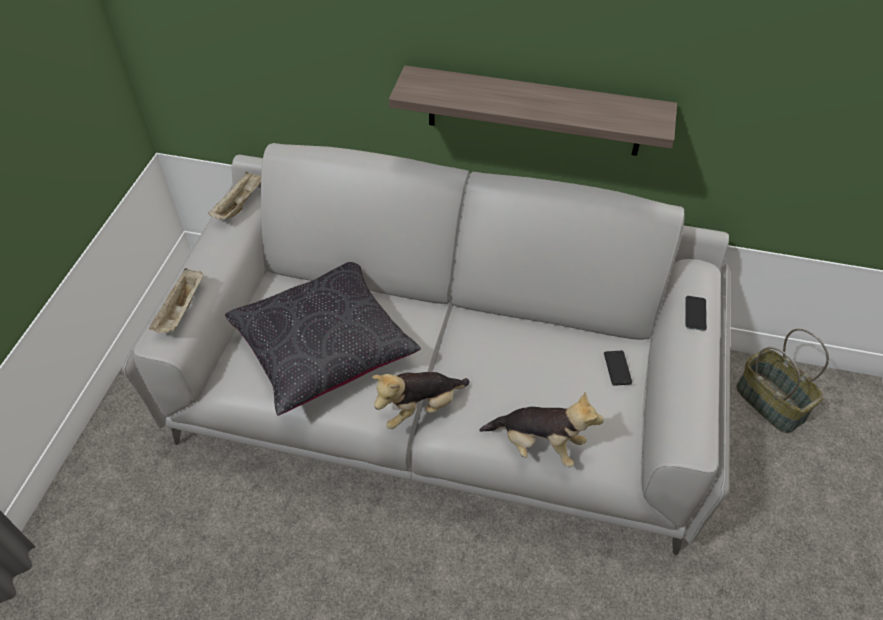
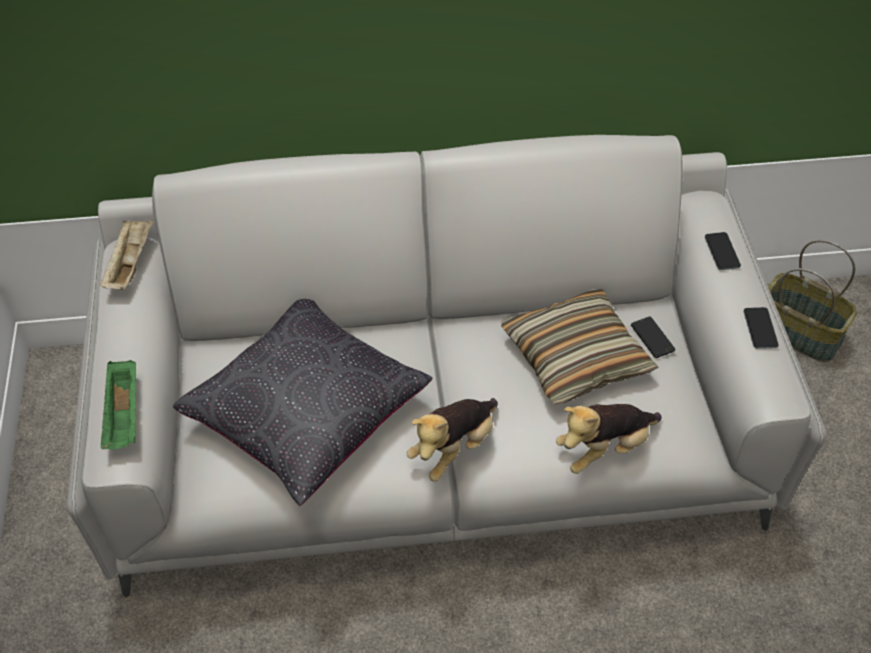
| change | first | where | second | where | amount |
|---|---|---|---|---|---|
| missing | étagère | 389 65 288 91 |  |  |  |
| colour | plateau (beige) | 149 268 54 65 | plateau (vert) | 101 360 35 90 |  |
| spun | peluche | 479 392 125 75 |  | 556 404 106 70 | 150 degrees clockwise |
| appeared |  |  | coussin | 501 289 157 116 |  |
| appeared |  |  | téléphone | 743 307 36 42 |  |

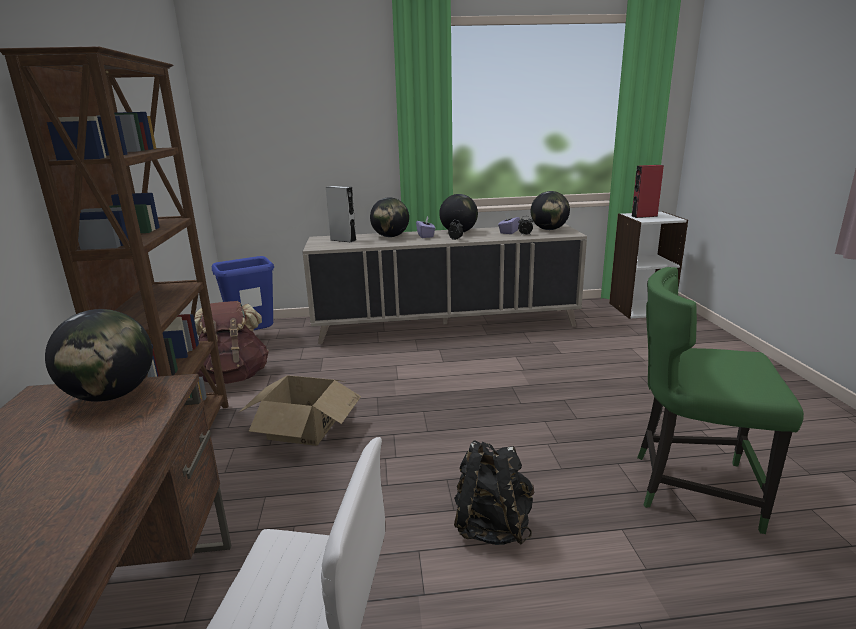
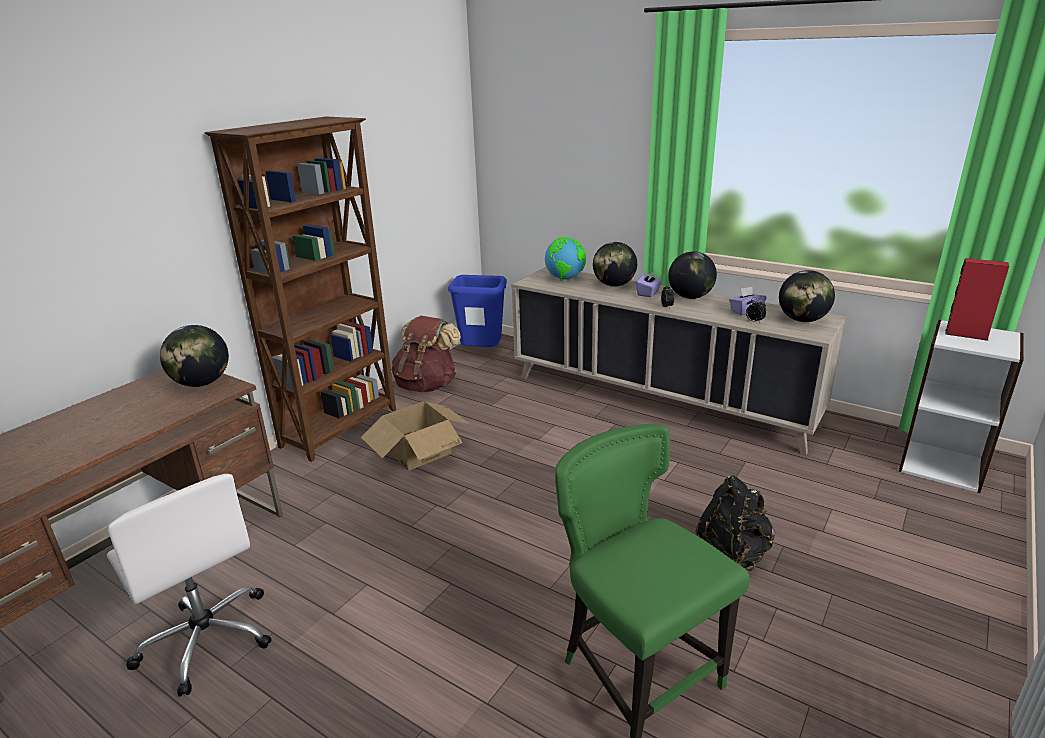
| change | first | where | second | where | amount |
|---|---|---|---|---|---|
| exchanged | enceinte (gris) | 326 186 30 57 | globe | 545 237 41 43 |  |
| relocated | sac à dos (noir) | 454 440 80 105 |  | 696 476 79 95 |  |

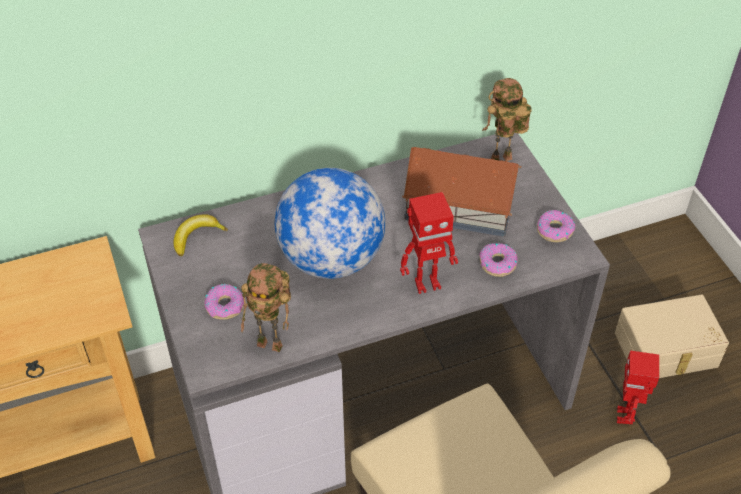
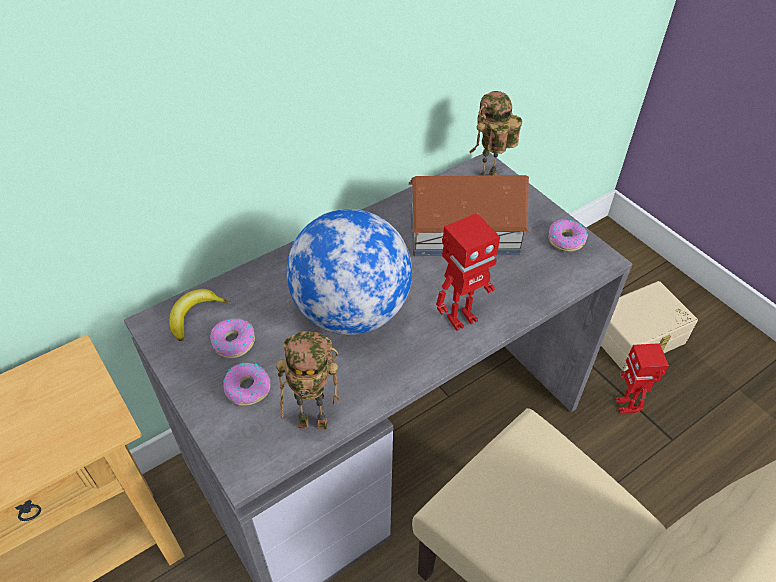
| change | first | where | second | where | amount |
|---|---|---|---|---|---|
| relocated | beignet | 479 243 38 34 |  | 210 319 45 39 |  |

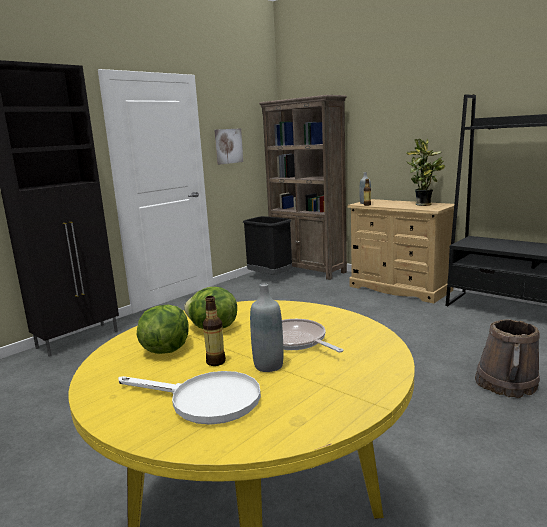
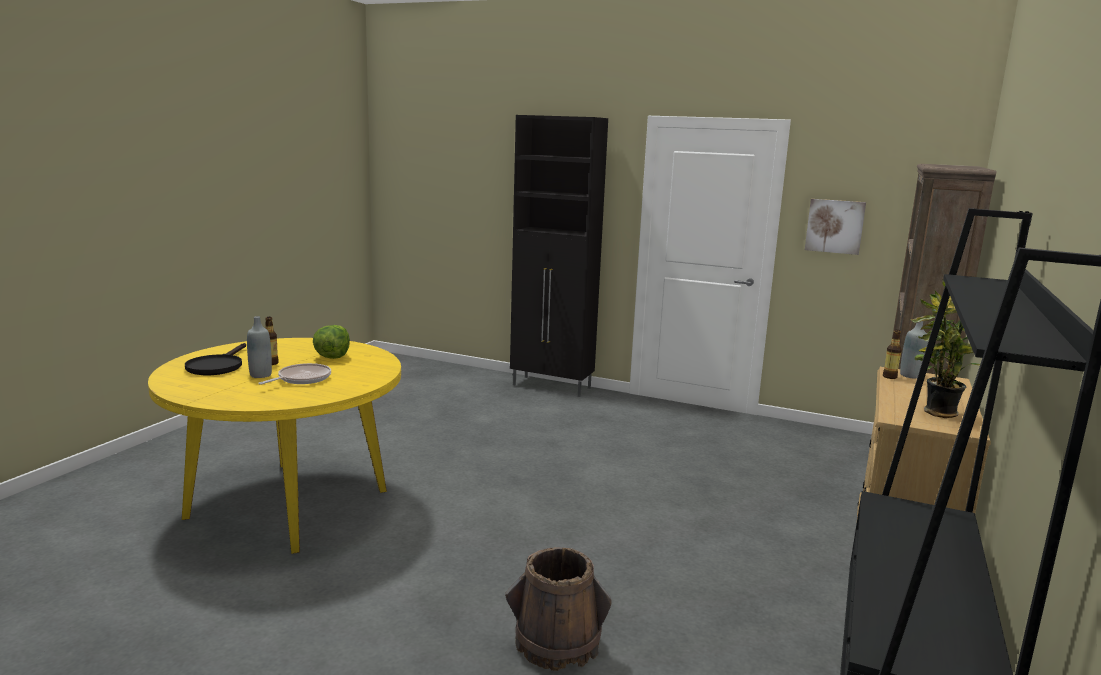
| change | first | where | second | where | amount |
|---|---|---|---|---|---|
| missing | poubelle (noir) | 243 216 49 59 |  |  |  |
| missing | laitue | 137 305 52 49 |  |  |  |
| colour | poêle (blanc) | 118 371 143 54 | poêle (noir) | 185 343 61 32 |  |

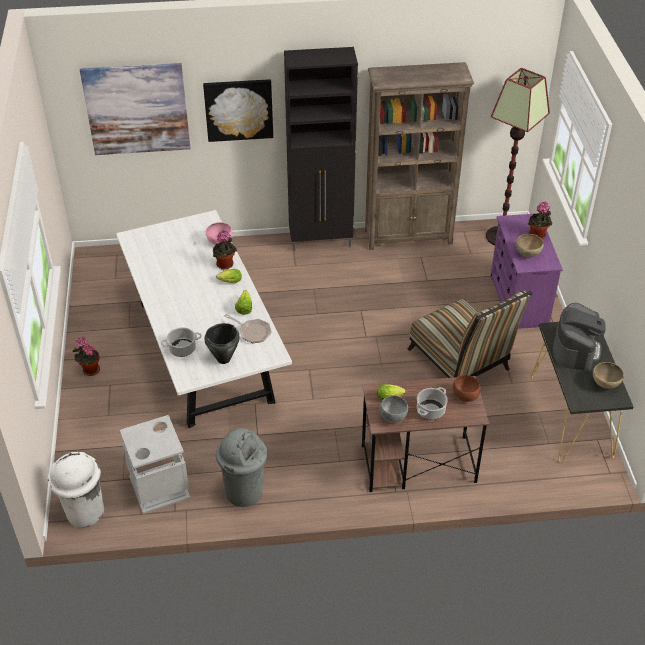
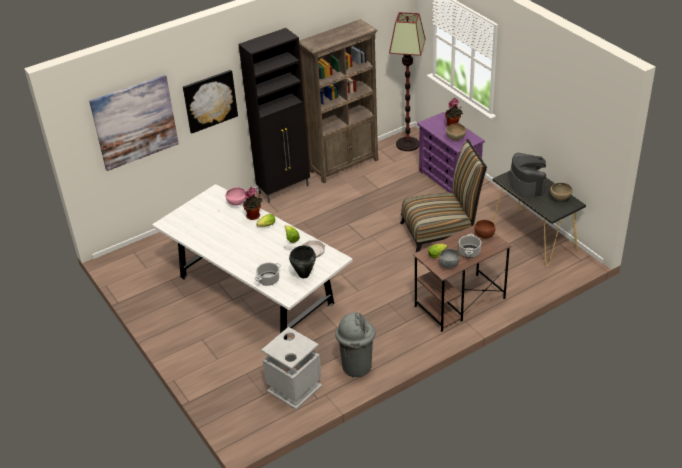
| change | first | where | second | where | amount |
|---|---|---|---|---|---|
| spun | chaise | 408 290 125 88 |  | 400 139 87 113 | 45 degrees counterclockwise |
| missing | plante en pot | 72 337 28 39 |  |  |  |
| missing | poubelle (blanc) | 47 452 57 76 |  |  |  |

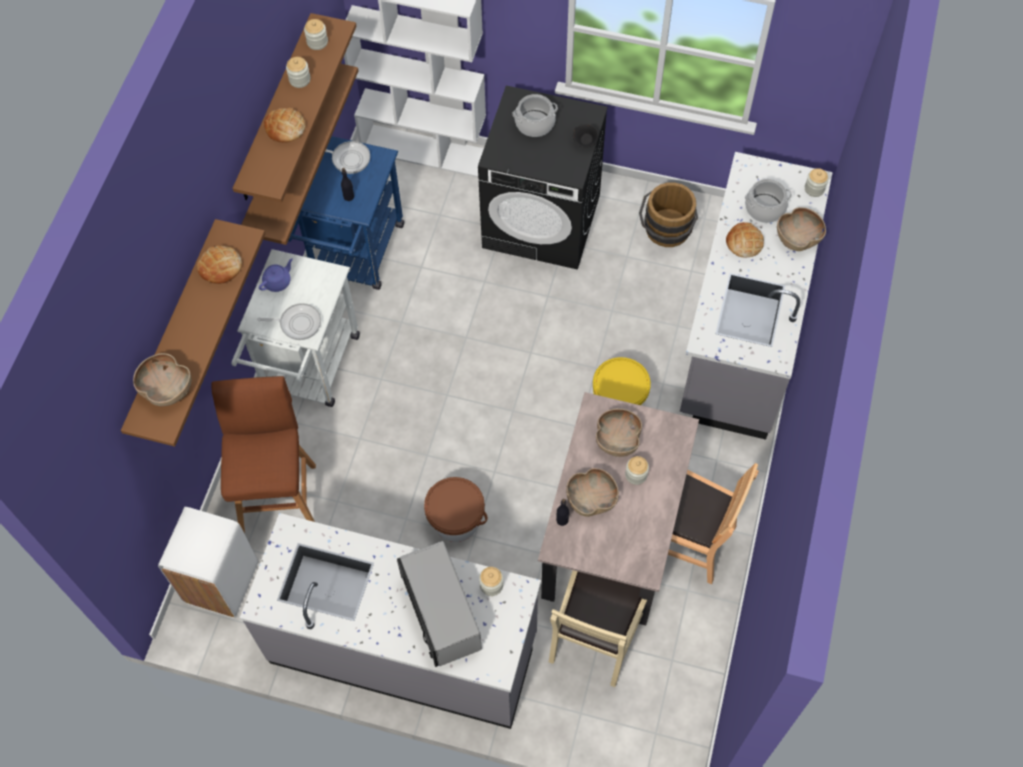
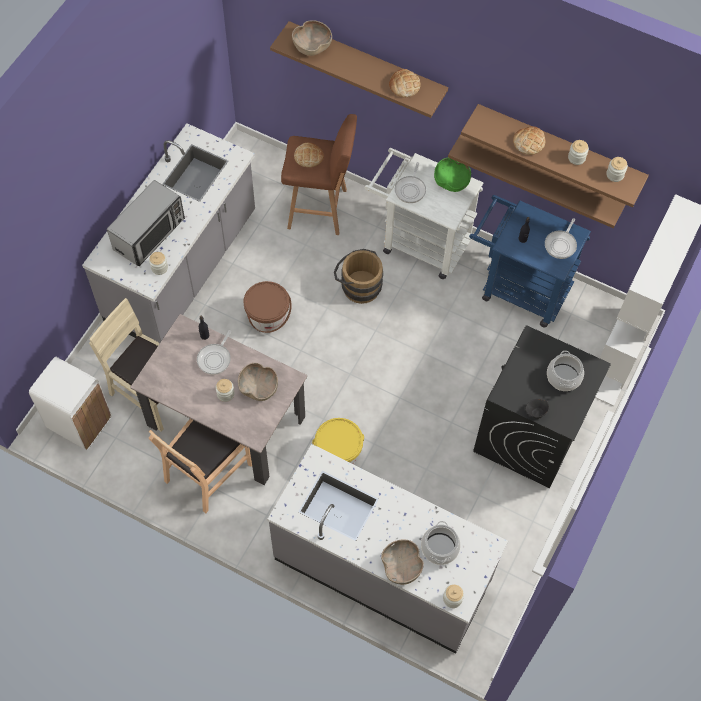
| change | first | where | second | where | amount |
|---|---|---|---|---|---|
| relocated | seau (marron) | 639 182 59 65 |  | 334 249 49 55 |  |
| relocated | pain | 726 222 38 35 |  | 294 142 30 25 |  |
| exchanged | théière (violet) | 259 258 34 34 | bol (vert) | 434 158 37 34 |  |
| exchanged | bol (marron) | 566 468 53 49 | poêle | 197 330 34 45 |  |
| relocated | poubelle (blanc) | 158 507 100 111 |  | 29 357 82 93 |  |
| spun | micro-ondes | 397 541 85 126 |  | 107 180 78 86 | 135 degrees clockwise |

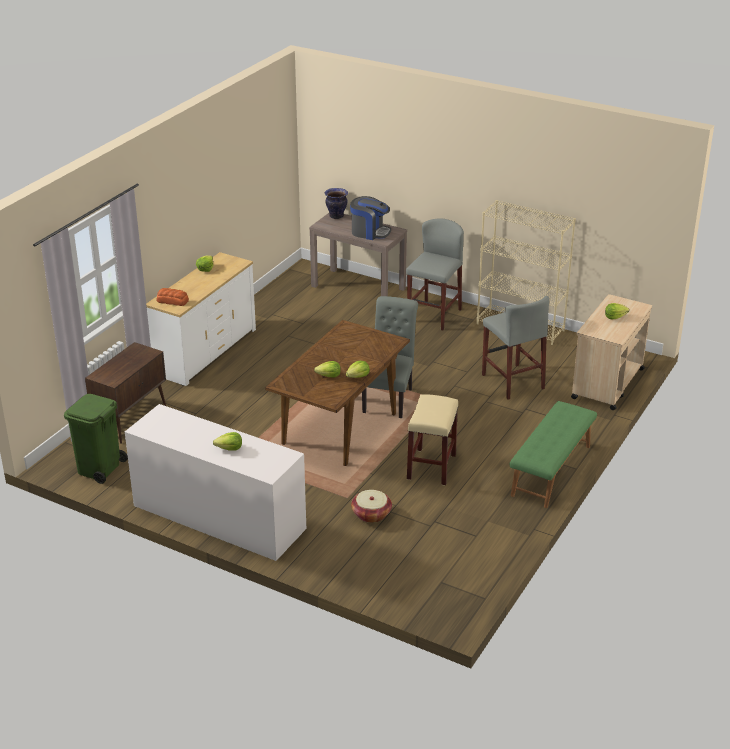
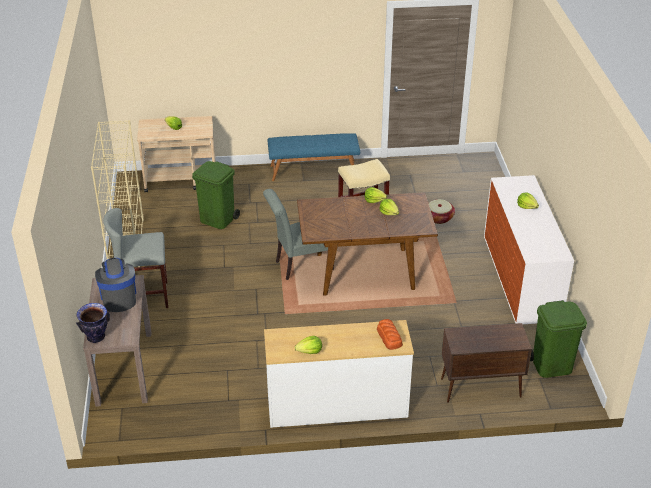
| change | first | where | second | where | amount |
|---|---|---|---|---|---|
| exchanged | tabouret (gris) | 482 296 67 104 | poubelle (vert) | 192 161 48 68 |  |
| colour | banc (vert) | 510 401 87 107 | banc (bleu) | 267 133 93 48 |  |

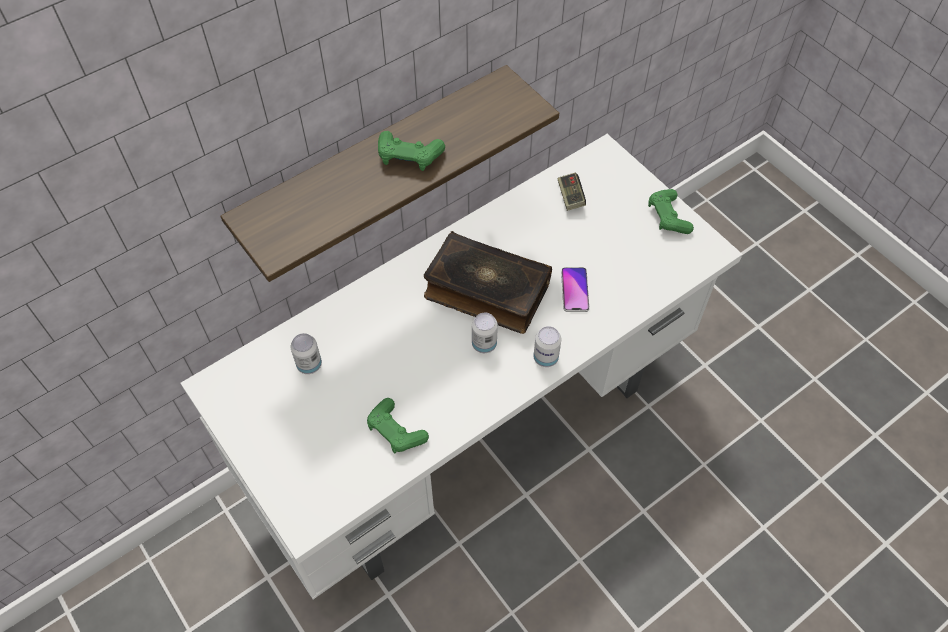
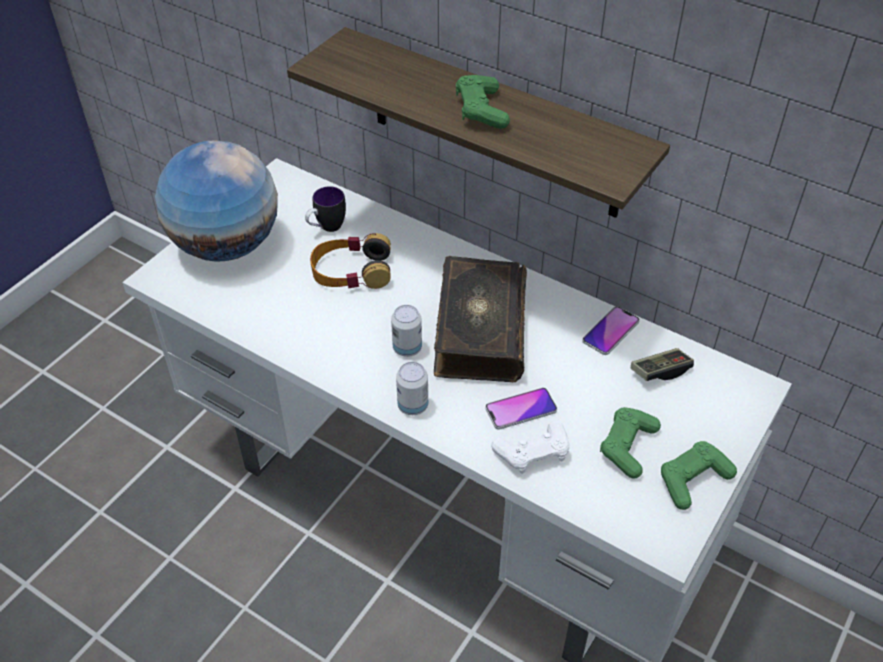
| change | first | where | second | where | amount |
|---|---|---|---|---|---|
| exchanged | boîte métallique | 291 333 31 41 | mug | 305 186 41 46 |  |
| relocated | manette (vert) | 367 398 62 55 |  | 600 407 61 71 |  |
| appeared |  |  | globe | 155 141 123 121 |  |
| appeared |  |  | casque audio | 310 233 81 56 |  |
| appeared |  |  | téléphone | 582 306 58 49 |  |
| appeared |  |  | manette (blanc) | 491 421 78 53 |  |

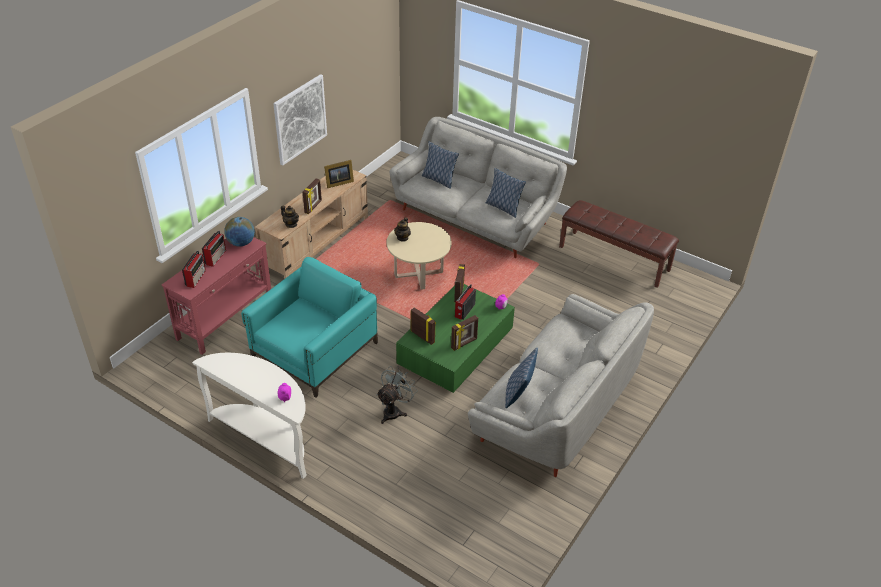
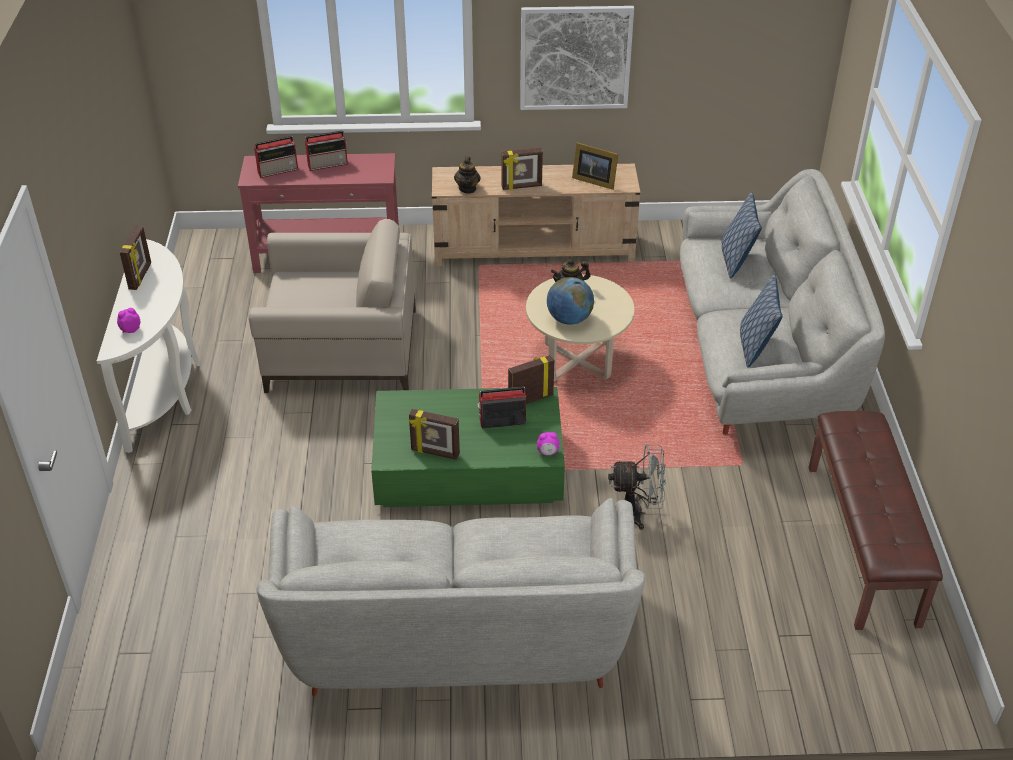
| change | first | where | second | where | amount |
|---|---|---|---|---|---|
| relocated | globe | 224 217 31 30 |  | 547 277 47 48 |  |
| colour | fauteuil (turquoise) | 241 257 137 140 | fauteuil (beige) | 249 219 167 174 |  |
| relocated | cadre photo | 411 307 25 38 |  | 120 226 31 64 |  |
| missing | coussin | 505 348 33 60 |  |  |  |
| relocated | ventilateur (gris) | 376 366 42 58 |  | 608 445 58 85 |  |

